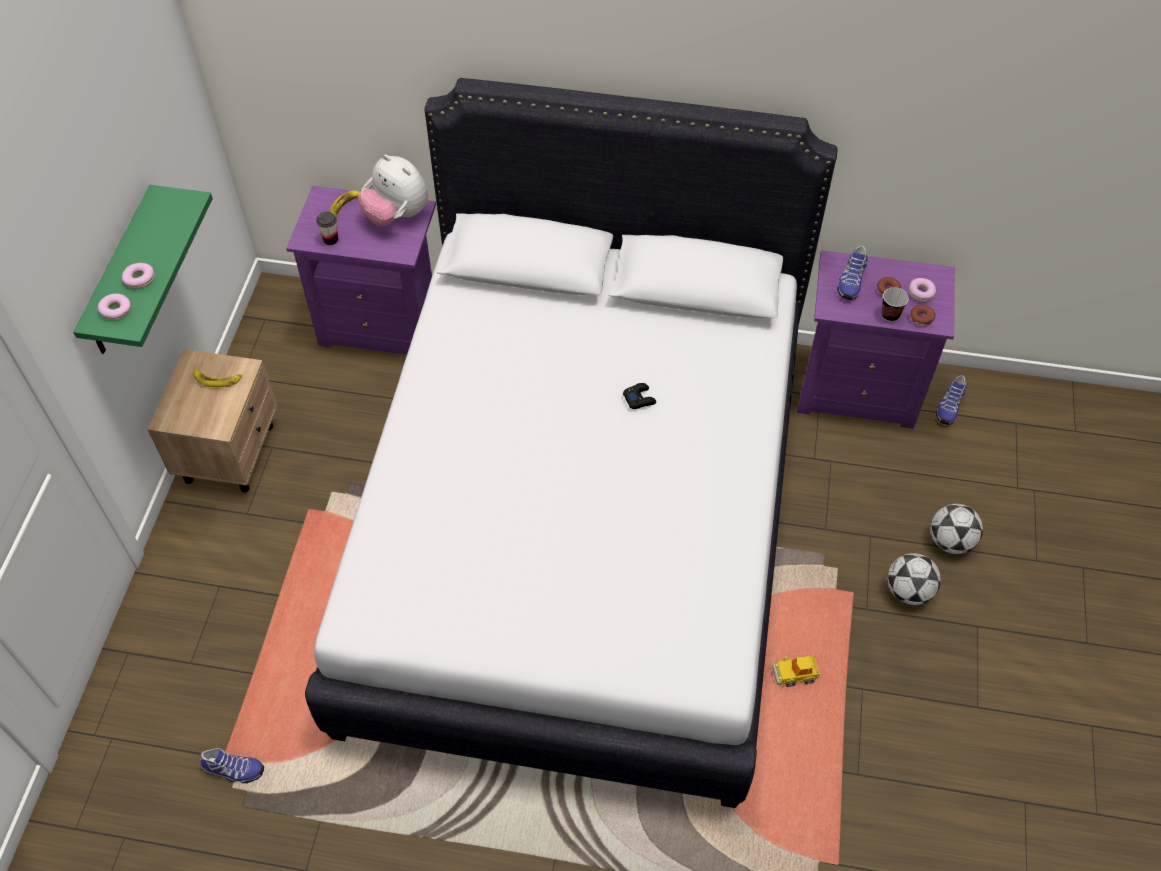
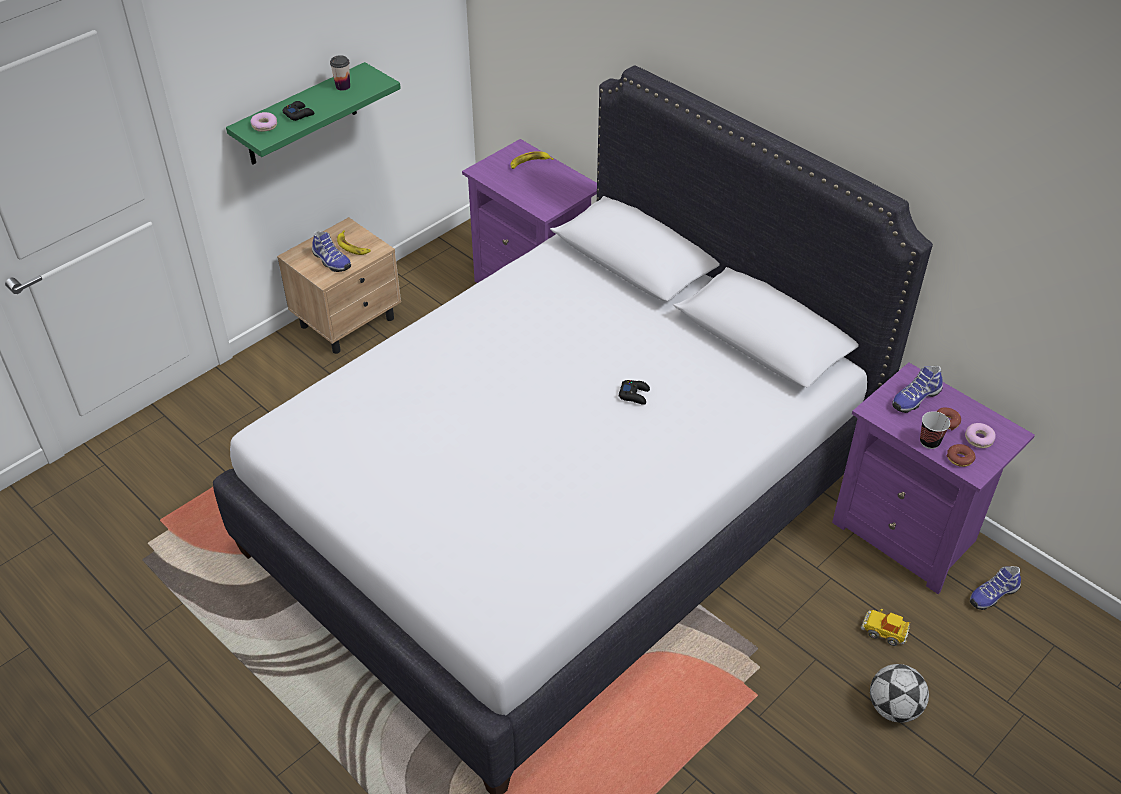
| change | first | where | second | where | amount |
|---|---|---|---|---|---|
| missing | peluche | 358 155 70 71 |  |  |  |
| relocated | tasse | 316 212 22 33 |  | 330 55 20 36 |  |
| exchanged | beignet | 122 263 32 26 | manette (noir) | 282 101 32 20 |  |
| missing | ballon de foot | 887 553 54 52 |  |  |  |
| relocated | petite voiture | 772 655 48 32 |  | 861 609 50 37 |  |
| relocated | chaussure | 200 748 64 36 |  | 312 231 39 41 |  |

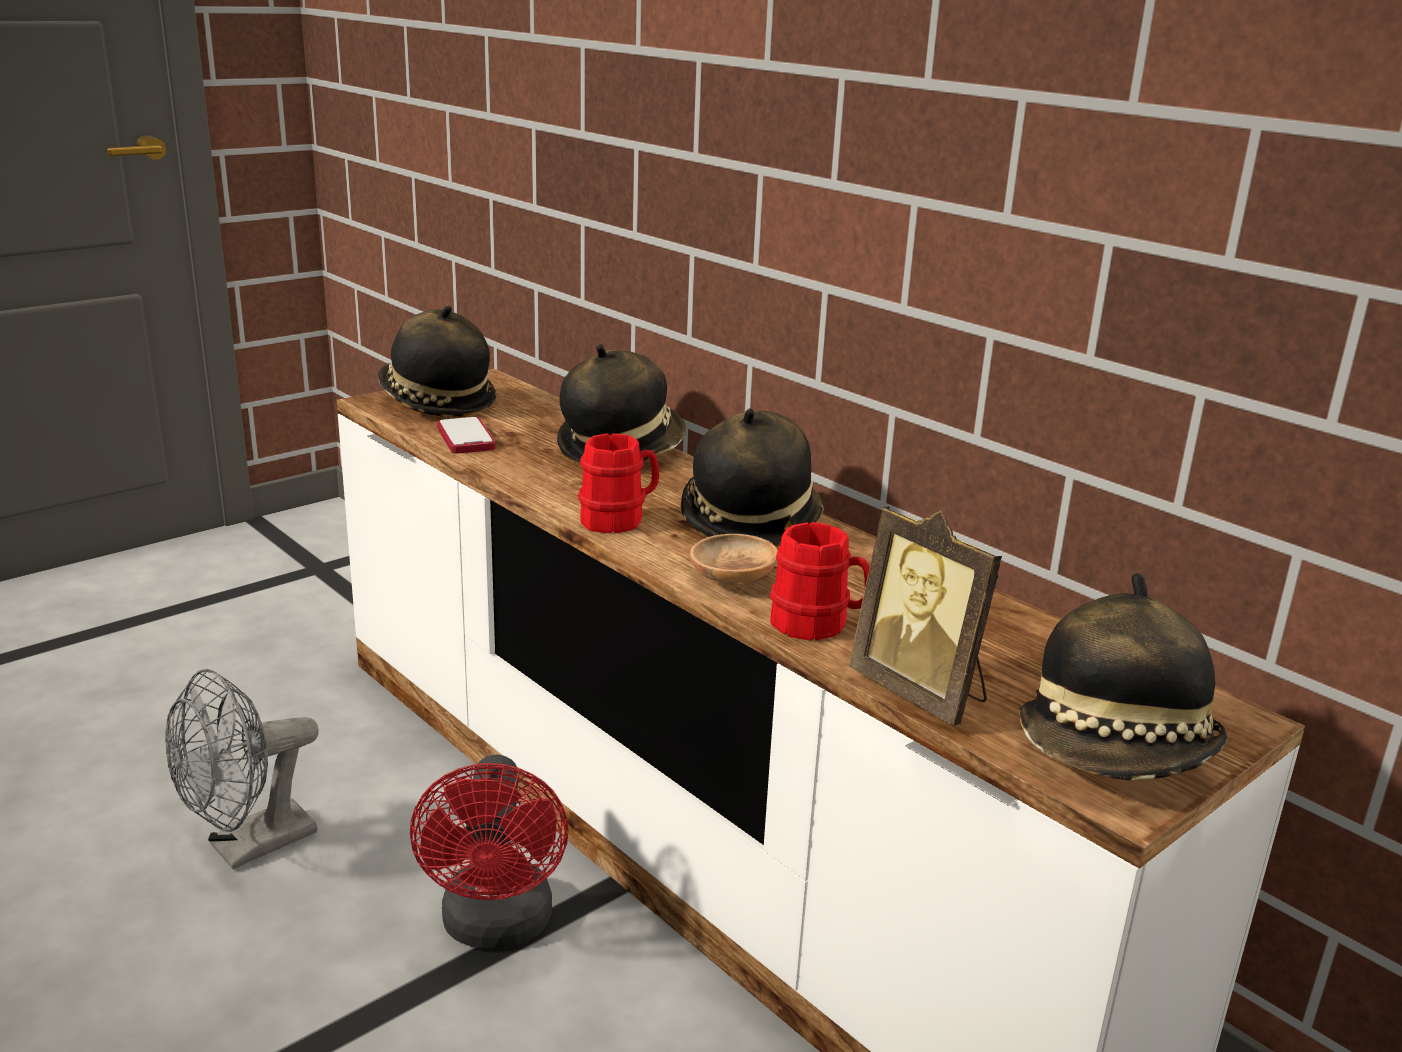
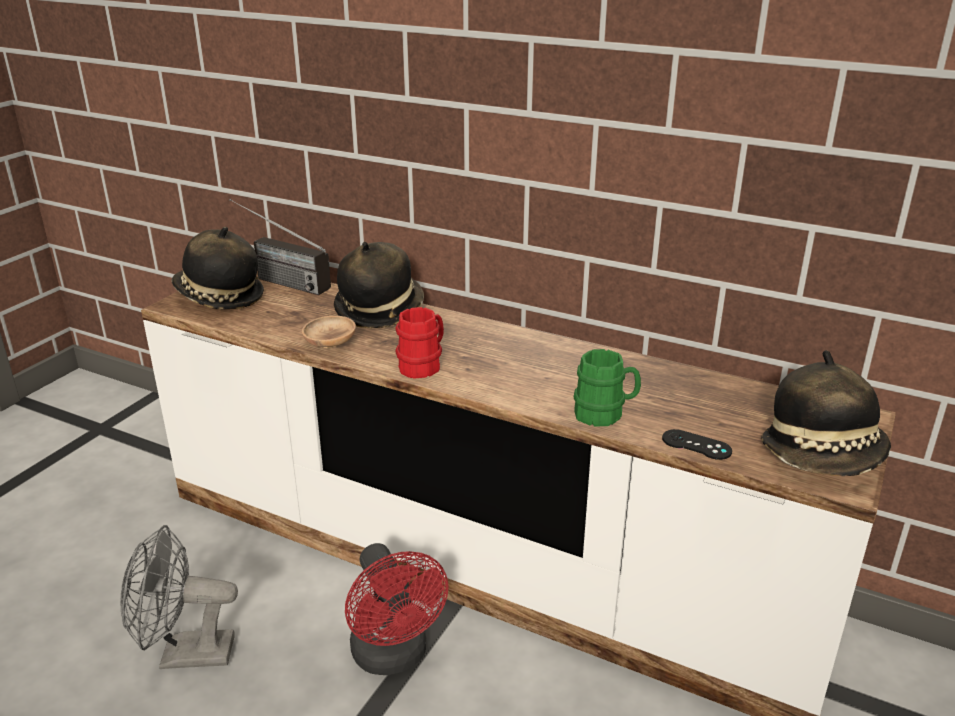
| change | first | where | second | where | amount |
|---|---|---|---|---|---|
| missing | chapeau | 681 409 143 138 |  |  |  |
| missing | téléphone | 437 417 59 37 |  |  |  |
| exchanged | cadre photo | 849 506 153 220 | manette (noir) | 662 429 70 31 |  |
| colour | mug (rouge) | 770 522 100 119 | mug (vert) | 574 349 67 78 |  |
| relocated | bol (marron) | 690 534 88 51 |  | 302 316 54 32 |  |
| spun | ventilateur (gris) | 165 669 154 200 |  | 120 525 118 144 | 60 degrees clockwise |
| appeared |  |  | radio | 229 199 102 96 |  |

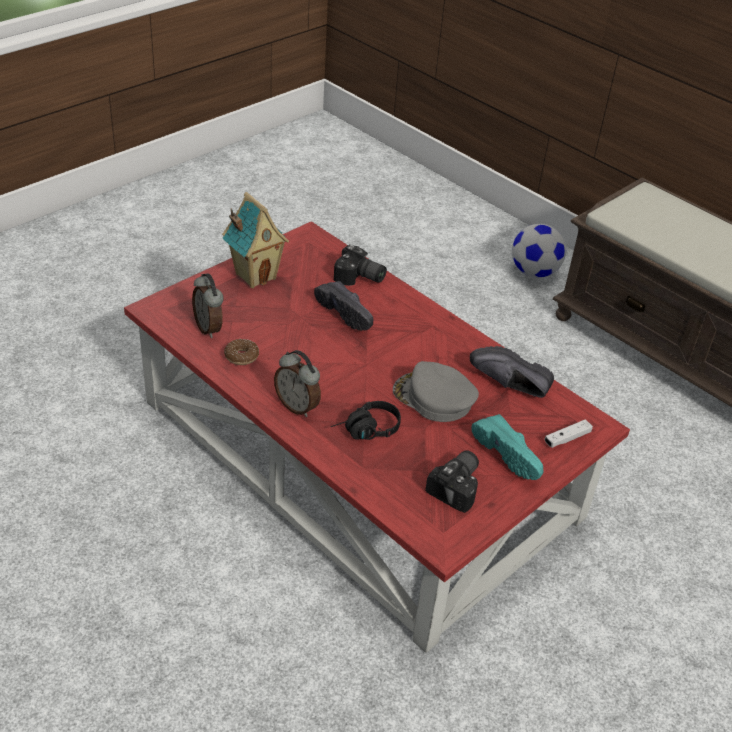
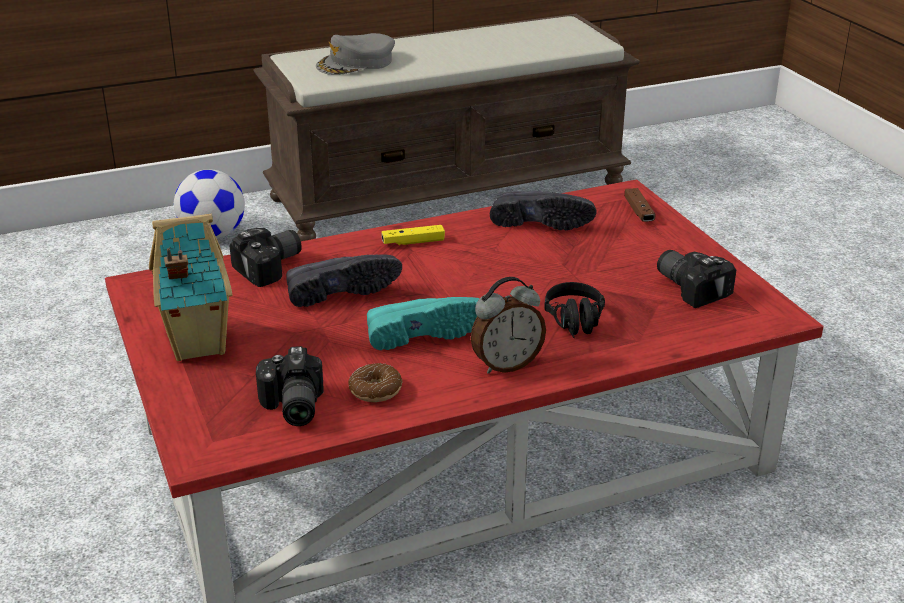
| change | first | where | second | where | amount |
|---|---|---|---|---|---|
| exchanged | réveil | 192 274 32 64 | appareil photo | 256 346 68 80 |  |
| spun | chaussure (noir) | 470 346 84 52 |  | 490 191 107 39 | 120 degrees counterclockwise |
| relocated | casquette (gris) | 393 361 86 61 |  | 316 33 79 42 |  |
| relocated | chaussure (turquoise) | 471 414 73 66 |  | 367 297 113 53 |  |
| colour | manette (blanc) | 544 419 49 29 | manette (marron) | 625 188 30 34 |  |
| appeared |  |  | manette (jaune) | 381 225 64 20 |  |

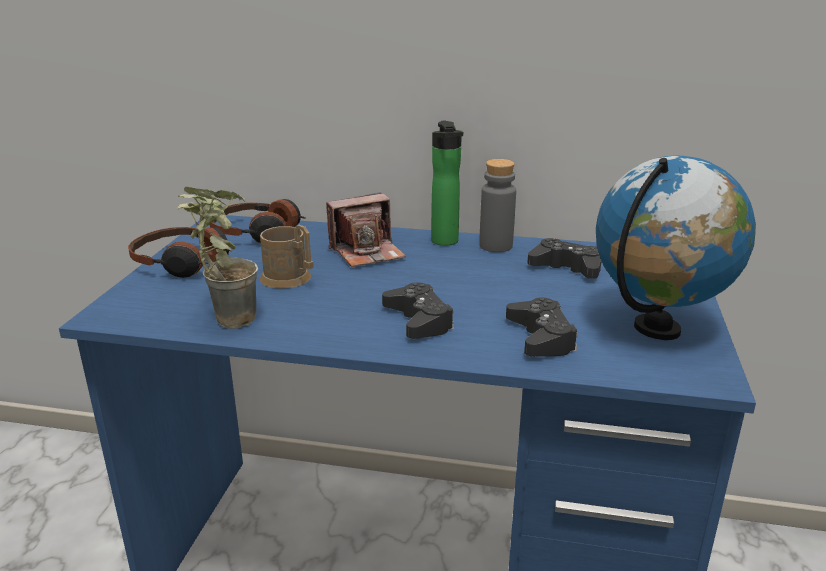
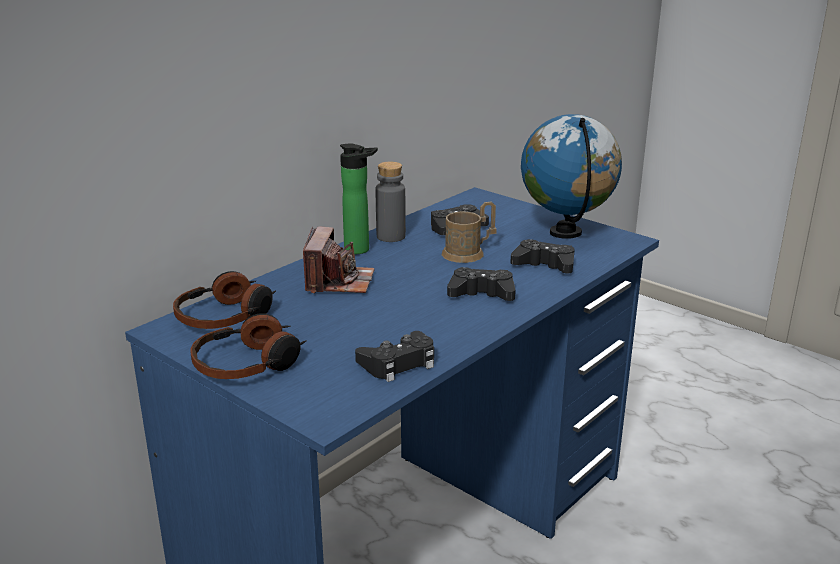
| change | first | where | second | where | amount |
|---|---|---|---|---|---|
| exchanged | plante en pot | 177 187 81 142 | manette (noir) | 355 331 79 51 |  |
| relocated | mug (marron) | 260 224 54 64 |  | 442 202 55 61 |  |

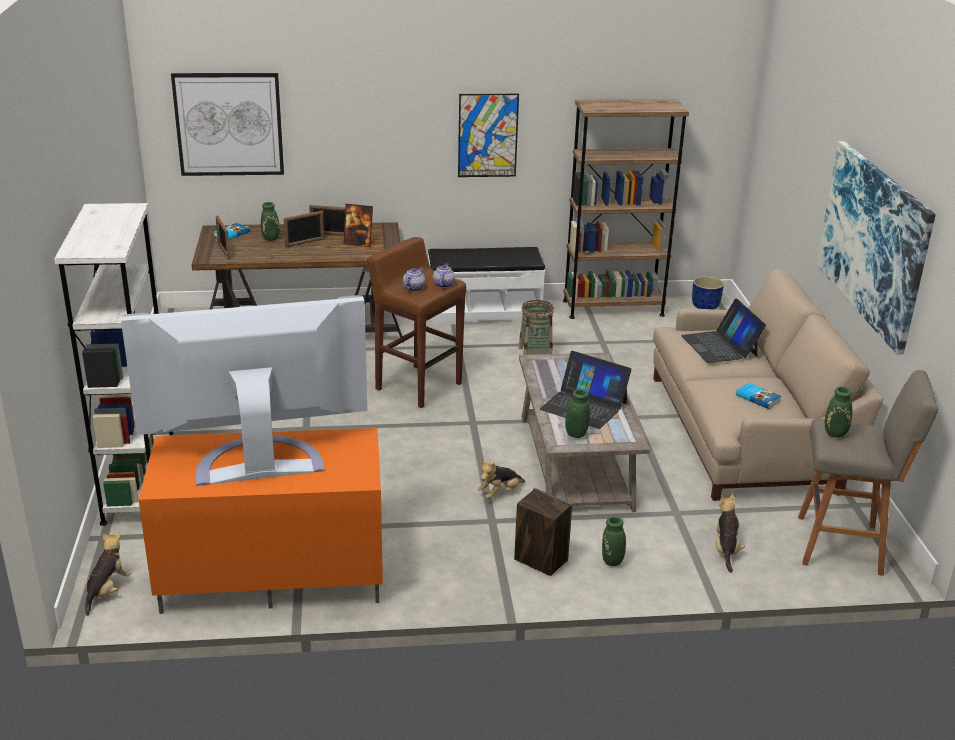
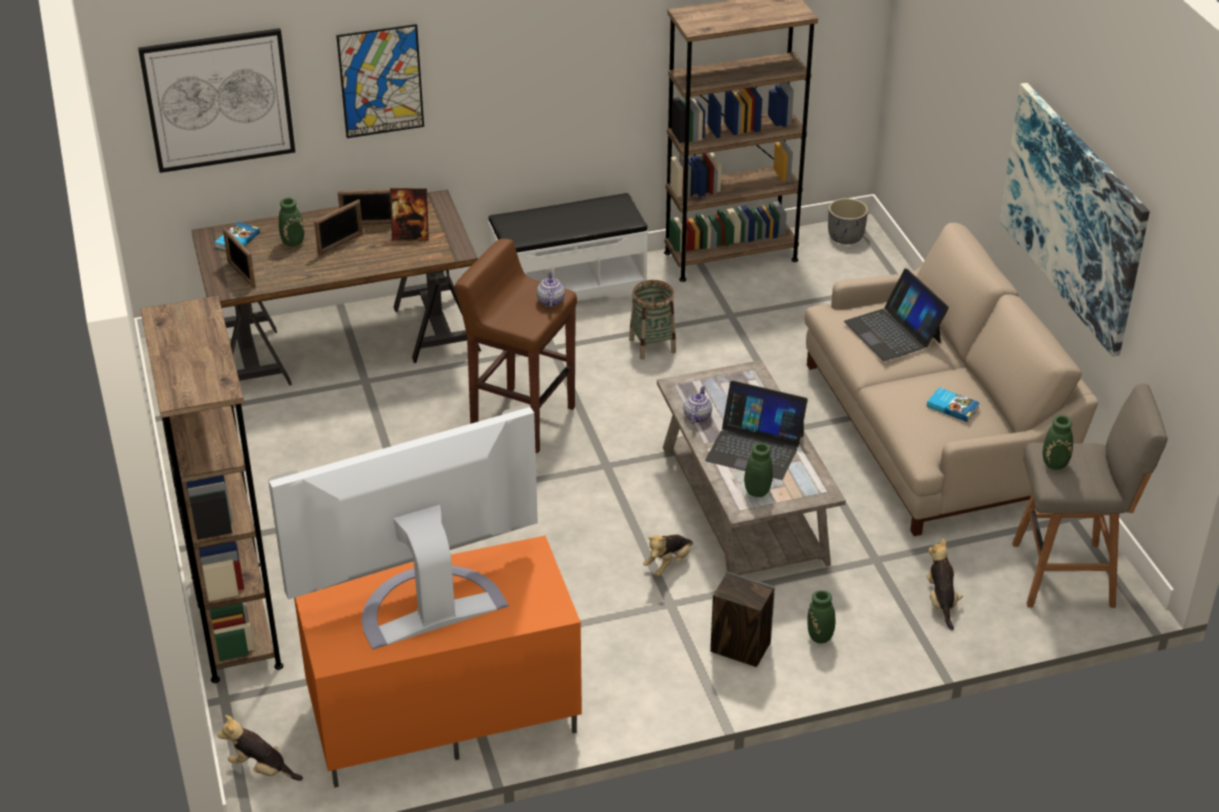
| change | first | where | second | where | amount |
|---|---|---|---|---|---|
| relocated | tableau | 458 94 61 83 |  | 336 24 88 114 |  |
| colour | bibliothèque (blanc) | 54 203 119 323 | bibliothèque (marron) | 140 296 143 387 |  |
| relocated | théière | 403 267 22 24 |  | 683 386 29 38 |  |
| colour | cache-pot (bleu) | 692 276 32 33 | cache-pot (gris) | 828 198 40 46 |  |
| spun | peluche | 85 532 46 84 |  | 217 715 86 66 | 75 degrees counterclockwise |

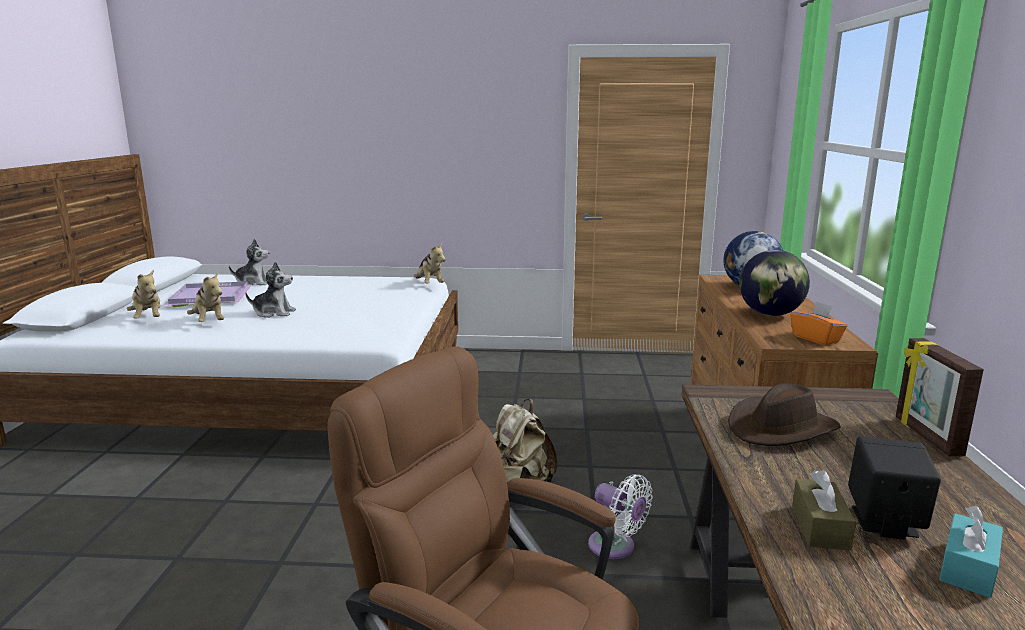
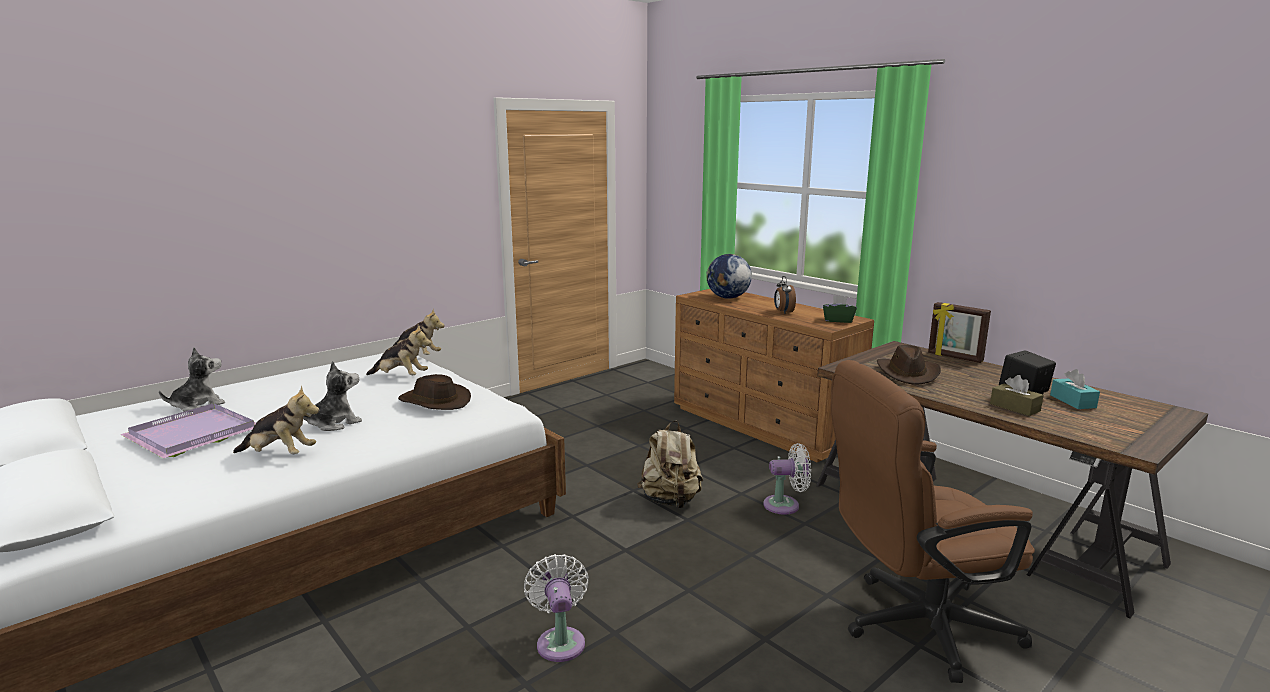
| change | first | where | second | where | amount |
|---|---|---|---|---|---|
| exchanged | globe | 739 250 71 66 | réveil | 774 276 22 37 |  |
| relocated | peluche | 127 269 33 50 |  | 366 325 66 50 |  |
| colour | boîte à mouchoirs (orange) | 790 301 57 45 | boîte à mouchoirs (vert) | 823 295 34 28 |  |
| appeared |  |  | chapeau (marron) | 398 374 73 36 |  |
| appeared |  |  | ventilateur (blanc) | 524 554 65 108 |  |

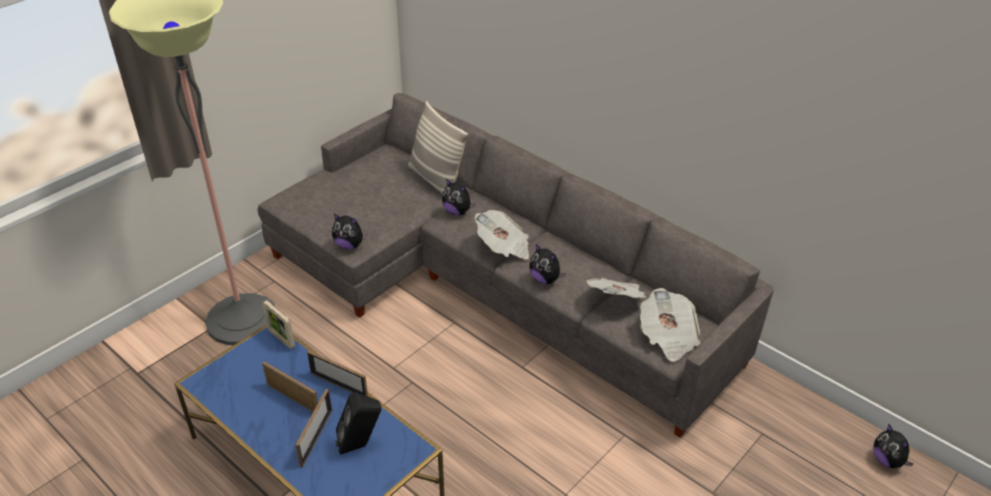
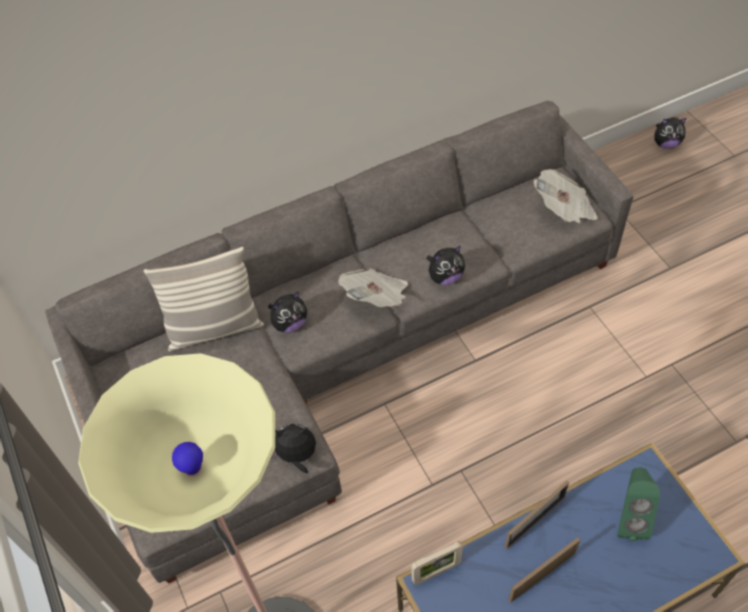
| change | first | where | second | where | amount |
|---|---|---|---|---|---|
| spun | peluche | 332 214 36 35 |  | 271 424 45 49 | 135 degrees counterclockwise |
| missing | journal | 587 278 60 20 |  |  |  |
| missing | cadre photo | 295 389 37 78 |  |  |  |
| colour | enceinte (noir) | 335 392 46 63 | enceinte (vert) | 617 467 43 74 |  |

